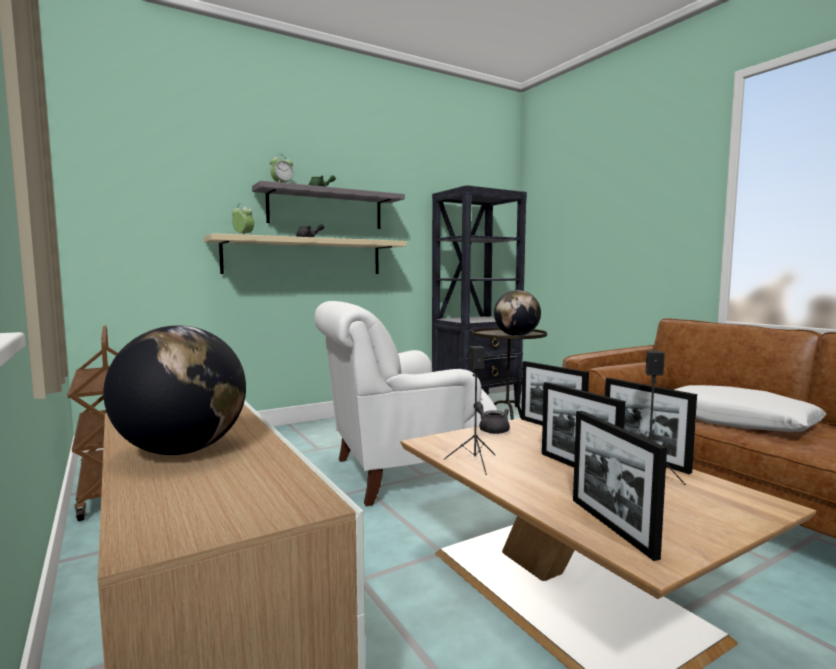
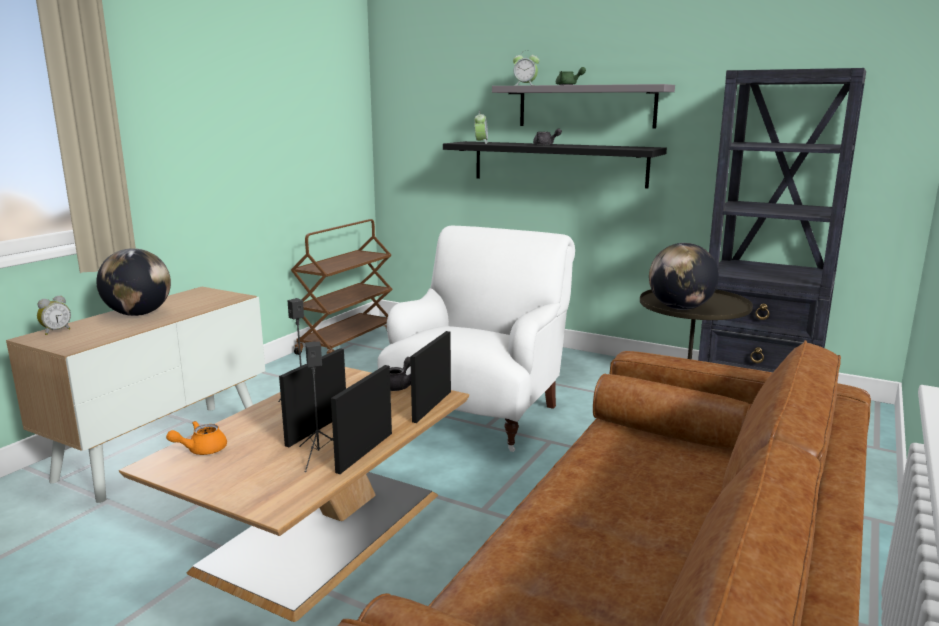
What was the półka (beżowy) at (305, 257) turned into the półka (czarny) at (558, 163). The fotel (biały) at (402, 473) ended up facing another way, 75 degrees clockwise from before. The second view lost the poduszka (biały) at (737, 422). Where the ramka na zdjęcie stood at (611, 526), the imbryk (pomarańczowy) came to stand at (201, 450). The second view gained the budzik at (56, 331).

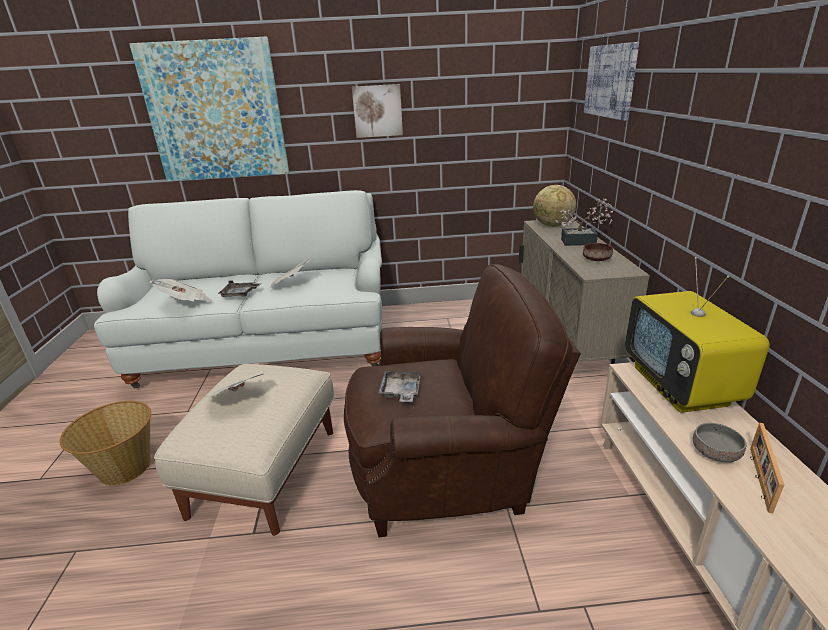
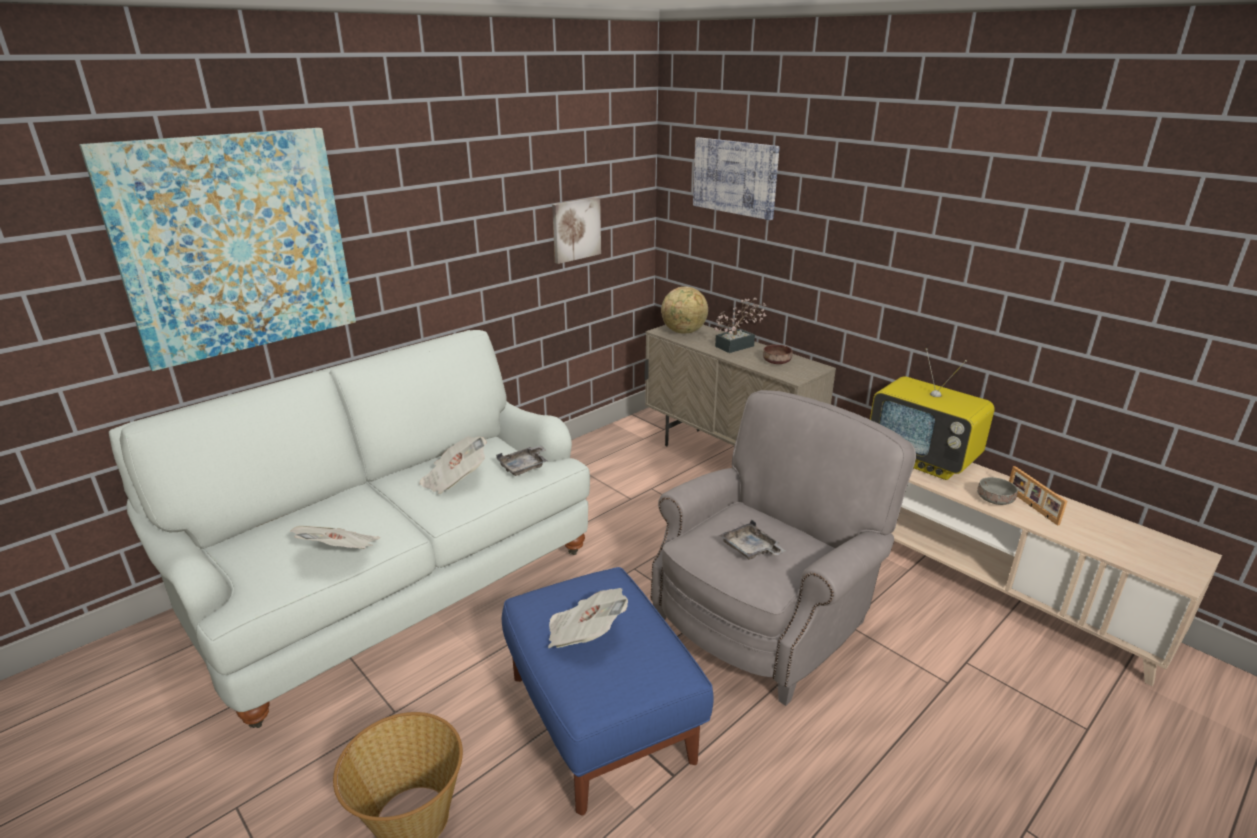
The obraz ended up elsewhere, having gone from (377, 111) to (575, 229). What was the fotel (brązowy) at (449, 467) turned into the fotel (szary) at (767, 616). The taca (szary) ended up elsewhere, having gone from (240, 294) to (524, 467). What was the pufa (beżowy) at (264, 471) turned into the pufa (niebieski) at (600, 717).

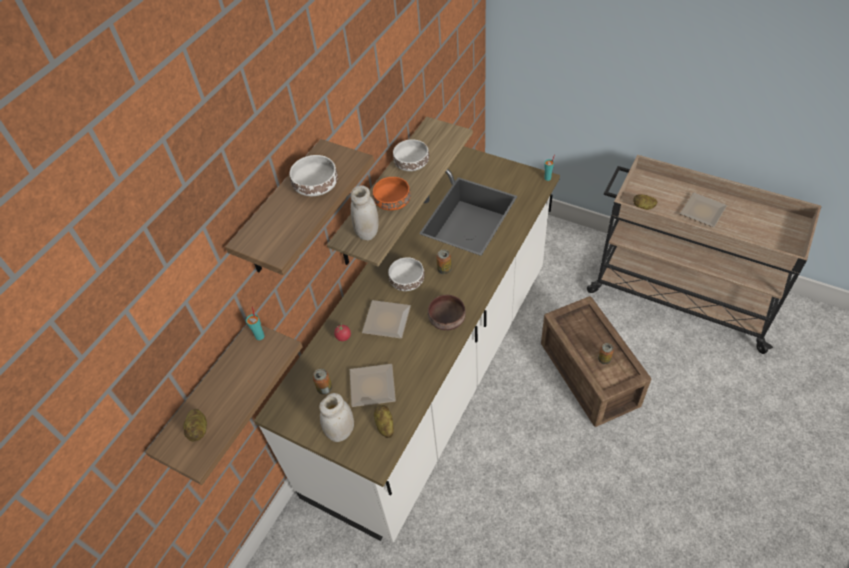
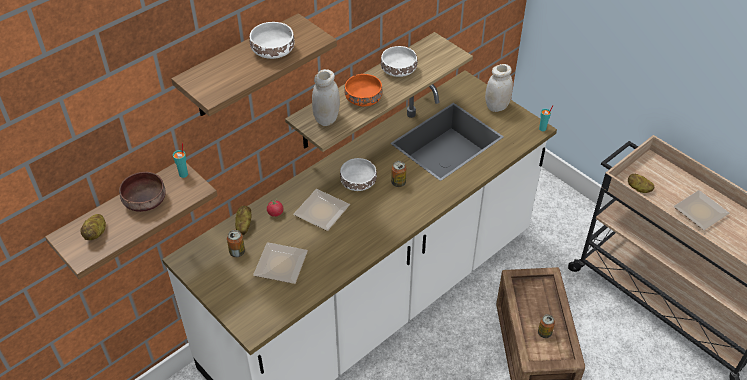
The miska (brązowy) ended up elsewhere, having gone from (447, 318) to (146, 200). The słoik (biały) ended up elsewhere, having gone from (341, 431) to (497, 106). The ziemniak ended up elsewhere, having gone from (384, 425) to (243, 225).

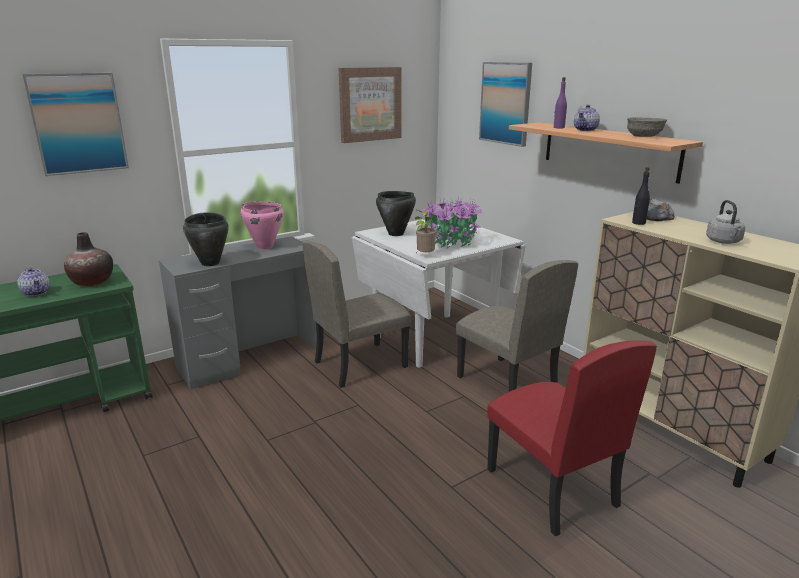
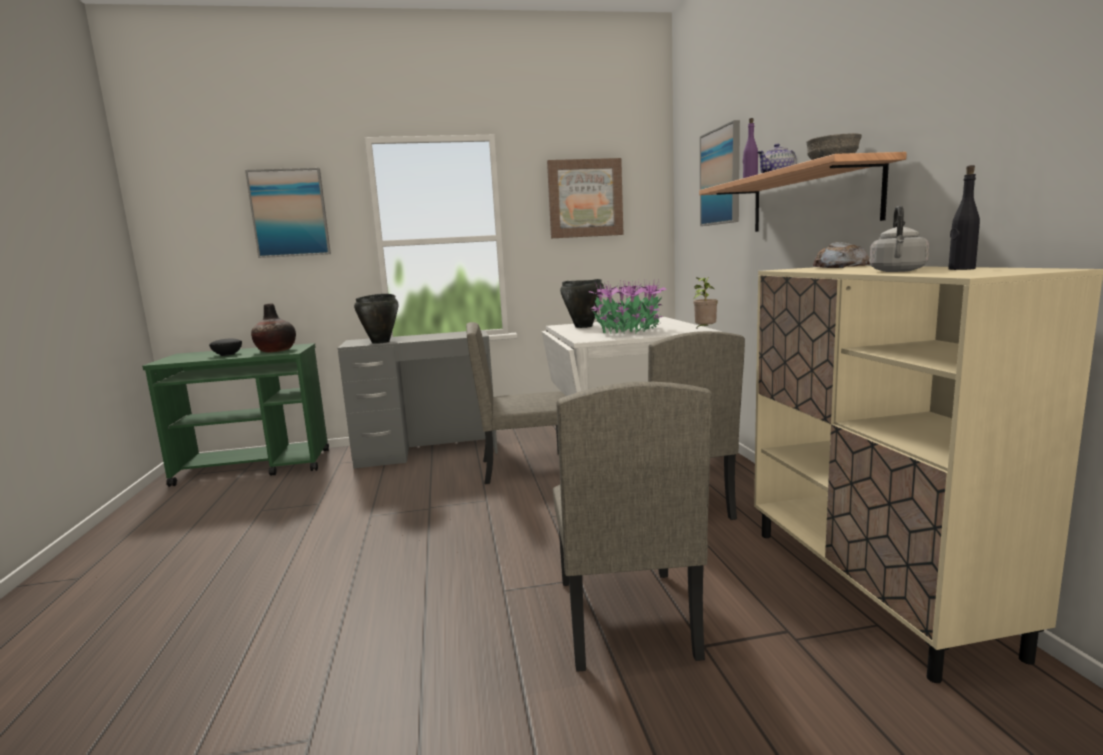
The butelka (czarny) ended up elsewhere, having gone from (638, 223) to (961, 269). The second view lost the garnek (różowy) at (265, 247). The roślina doniczkowa ended up elsewhere, having gone from (424, 256) to (704, 331). Where the imbryk stood at (36, 292), the miska (czarny) came to stand at (228, 354). What was the krzesło (czerwony) at (550, 487) turned into the krzesło (beżowy) at (624, 617).

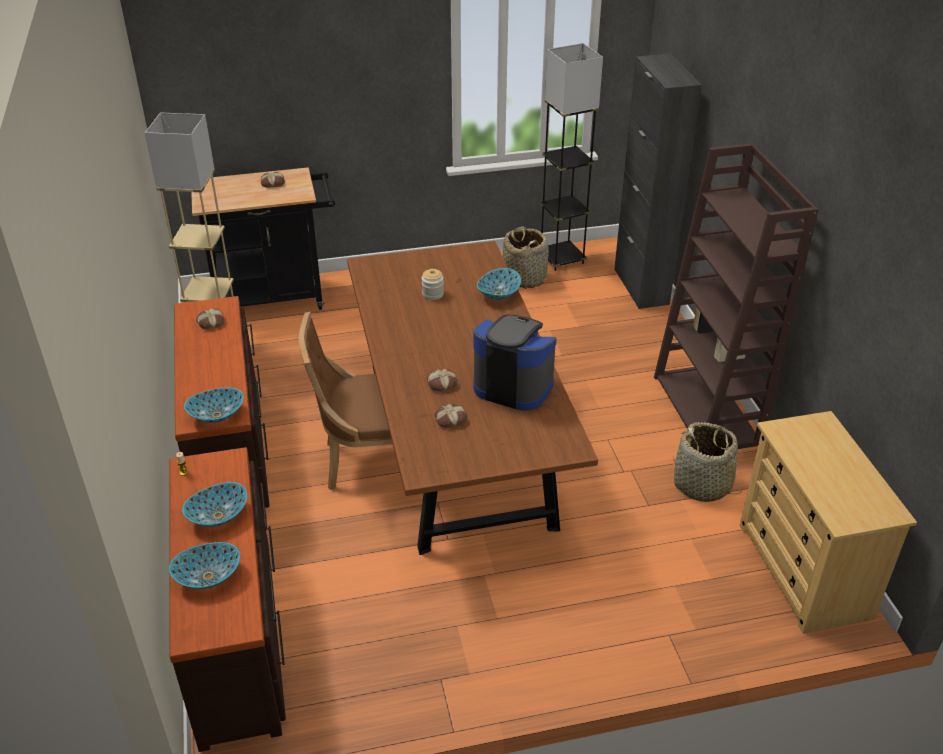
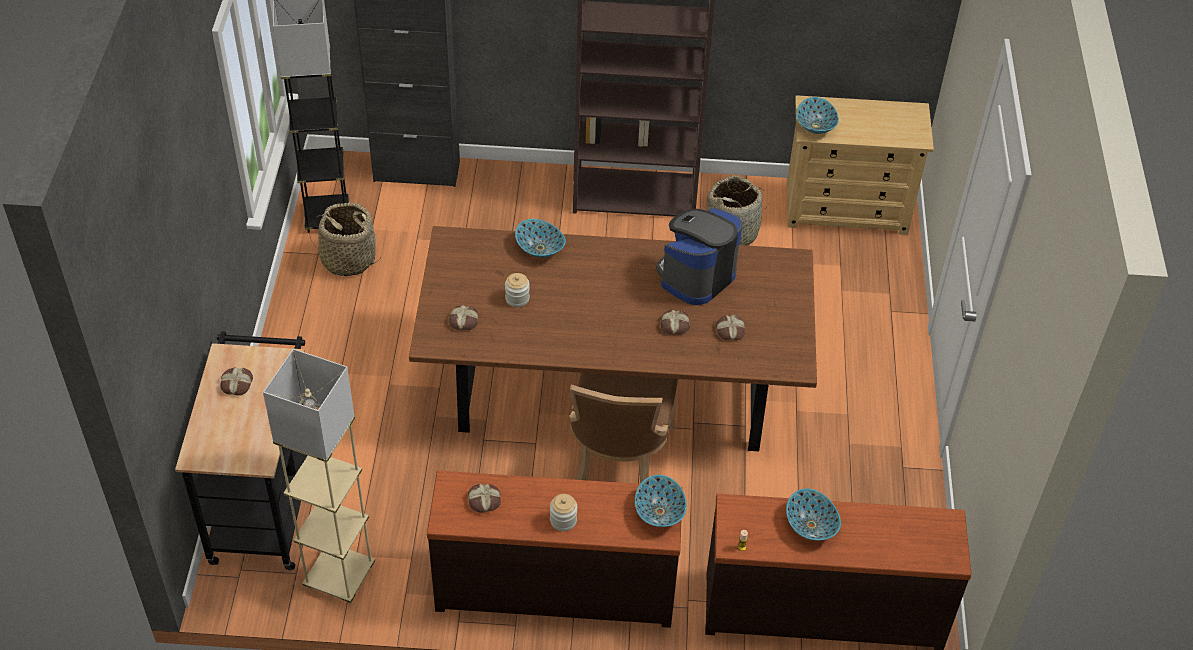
The miska ended up elsewhere, having gone from (208, 577) to (816, 126). The second view gained the chleb at (464, 321). The second view gained the słoik at (563, 520).

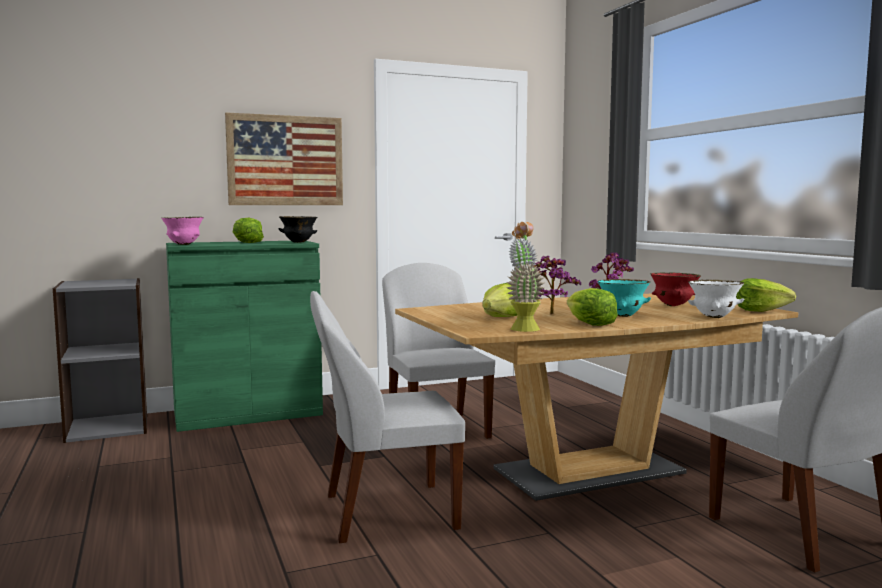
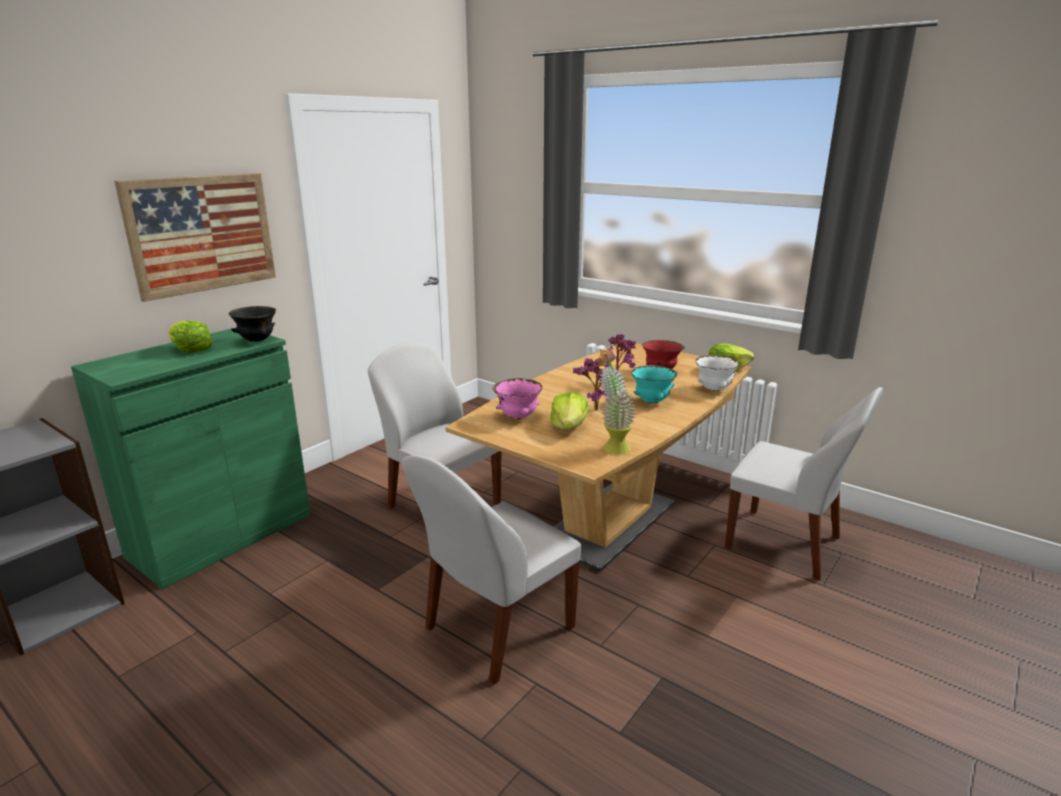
The miska (różowy) ended up elsewhere, having gone from (183, 245) to (518, 417). The second view lost the sałata at (590, 324).

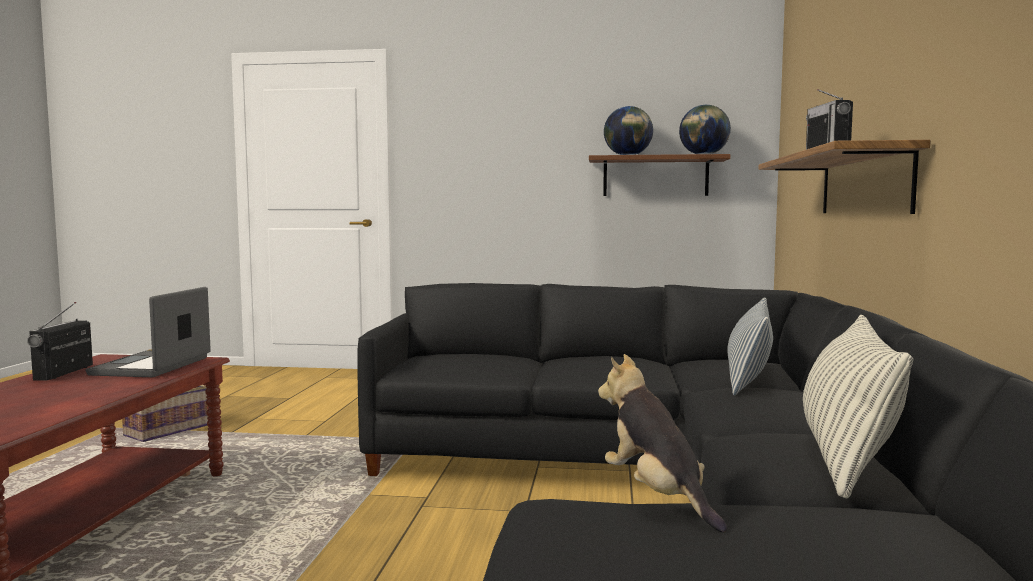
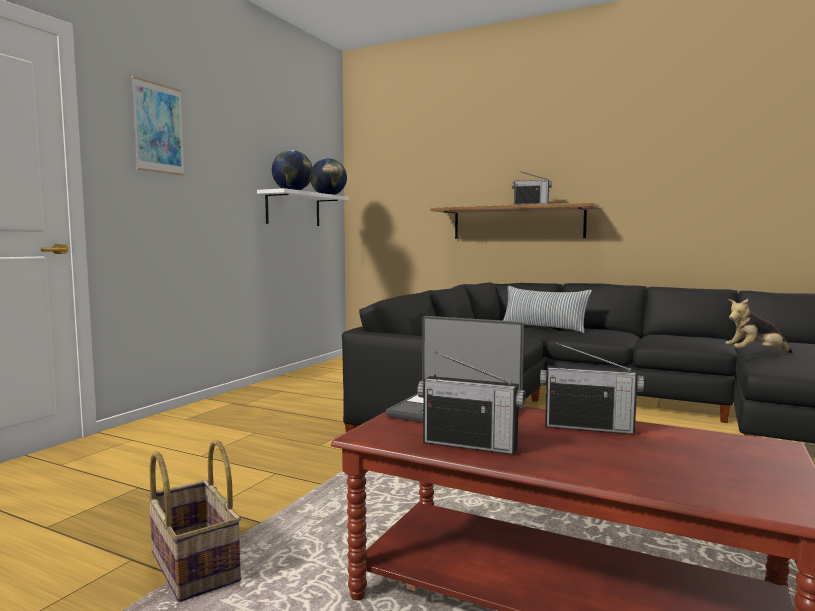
What was the półka (brązowy) at (655, 176) turned into the półka (biały) at (293, 209). The second view lost the poduszka at (847, 456). The second view gained the obraz at (158, 128). The second view gained the radio at (588, 427).

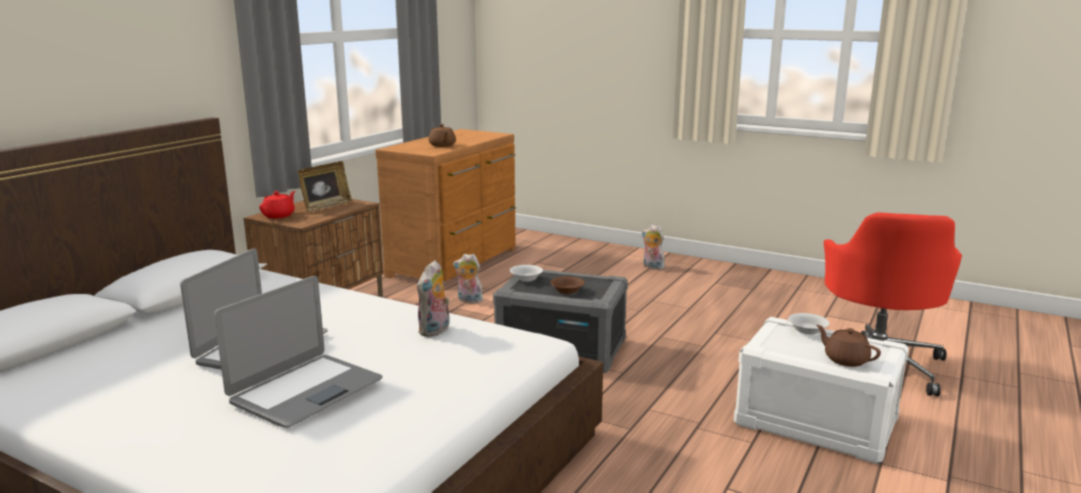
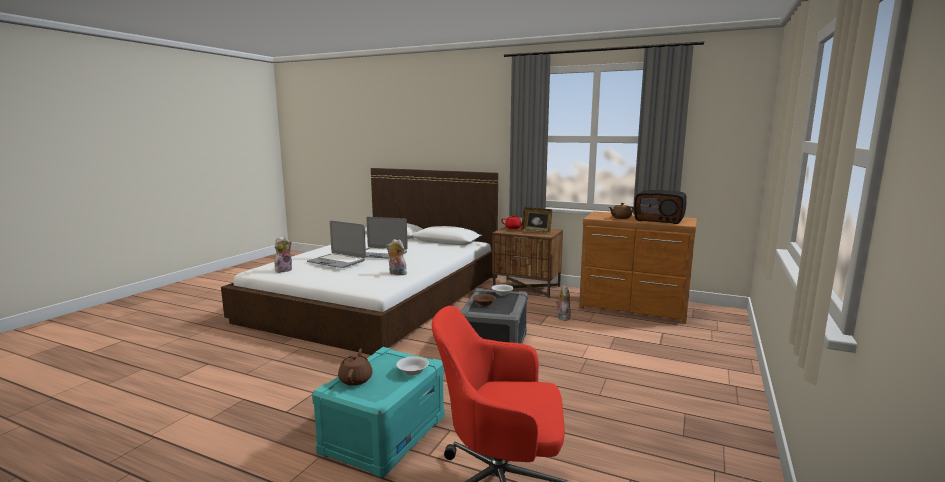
The pluszak ended up elsewhere, having gone from (652, 267) to (283, 270). What was the pojemnik do przechowywania (biały) at (814, 422) turned into the pojemnik do przechowywania (turkusowy) at (383, 434). The imbryk (brązowy) at (845, 360) ended up facing another way, 45 degrees counterclockwise from before. The second view gained the radio at (659, 220).

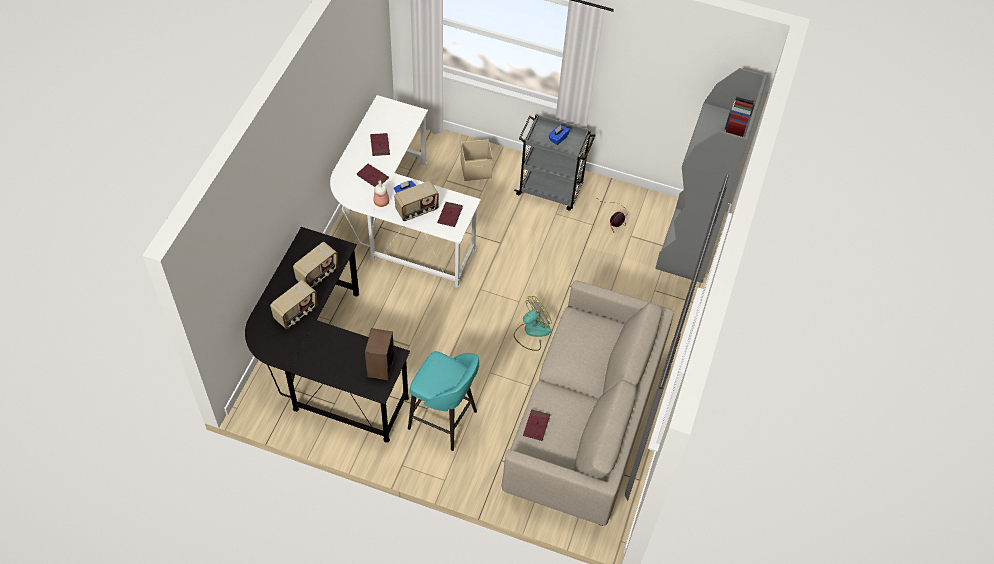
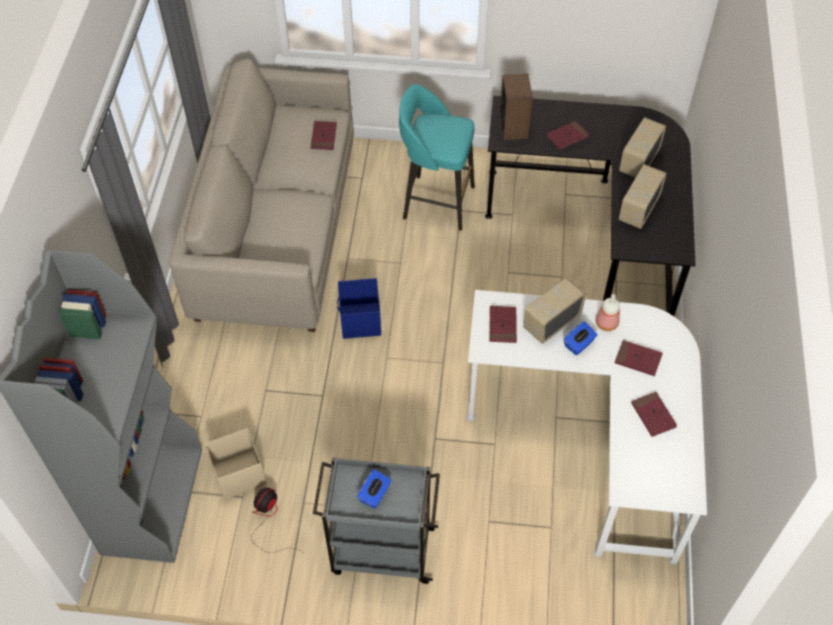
The pojemnik do przechowywania (beżowy) ended up elsewhere, having gone from (476, 170) to (238, 475). Where the wentylator stood at (531, 332), the pojemnik do przechowywania (niebieski) came to stand at (360, 321). The second view gained the książka (czerwony) at (567, 136).

